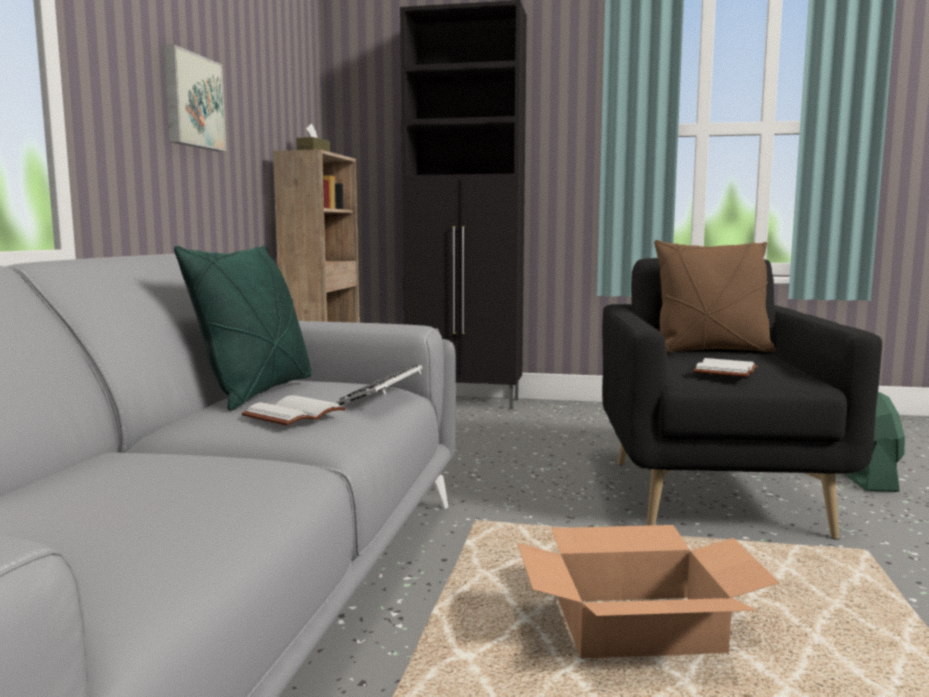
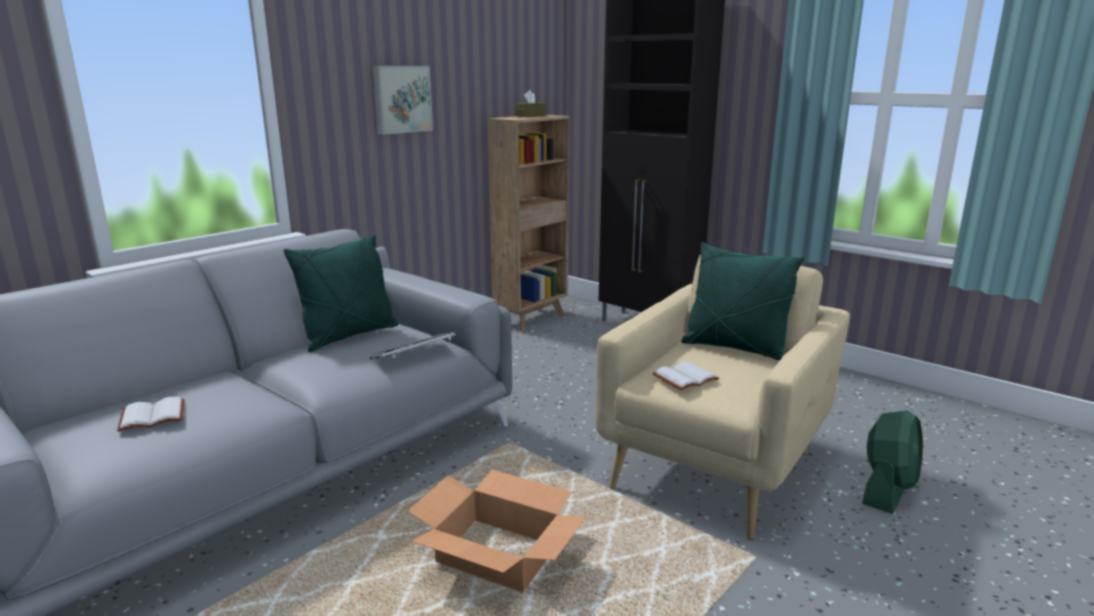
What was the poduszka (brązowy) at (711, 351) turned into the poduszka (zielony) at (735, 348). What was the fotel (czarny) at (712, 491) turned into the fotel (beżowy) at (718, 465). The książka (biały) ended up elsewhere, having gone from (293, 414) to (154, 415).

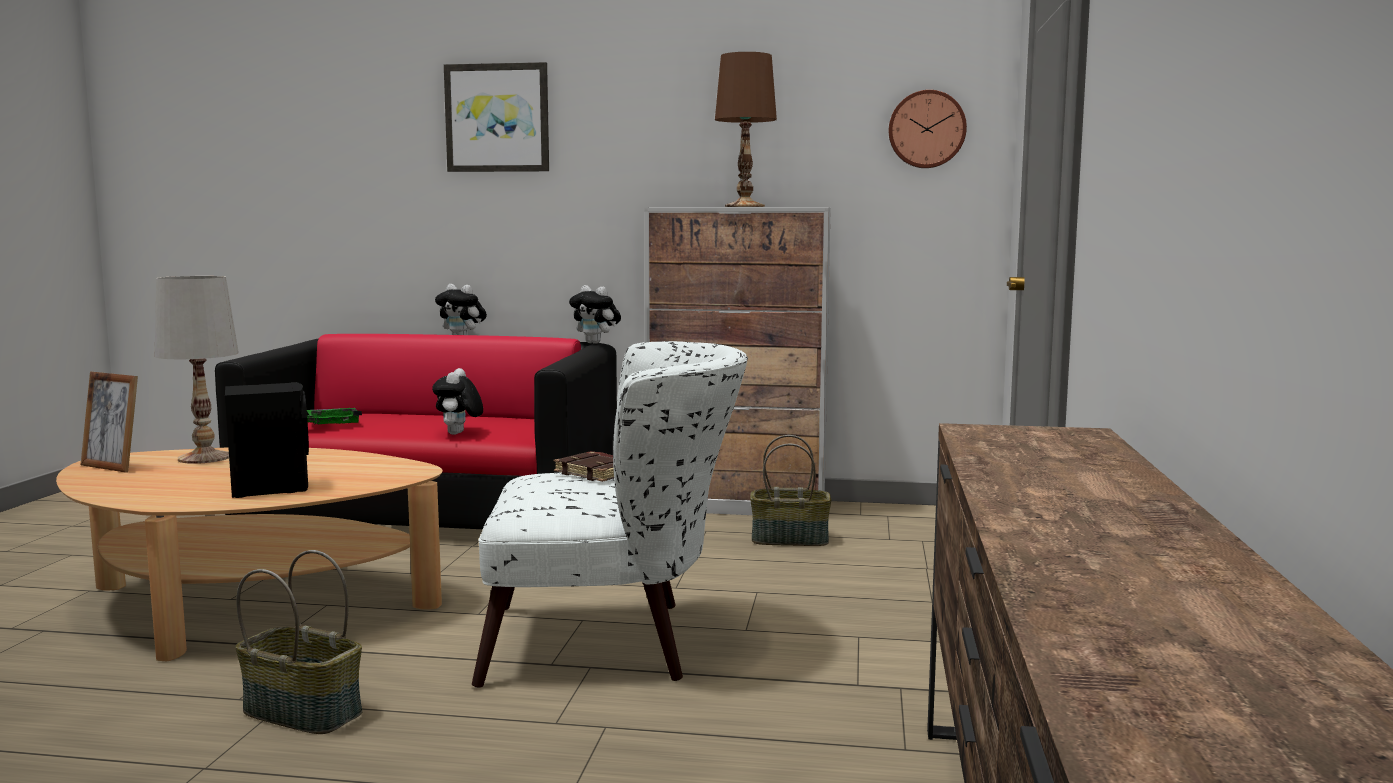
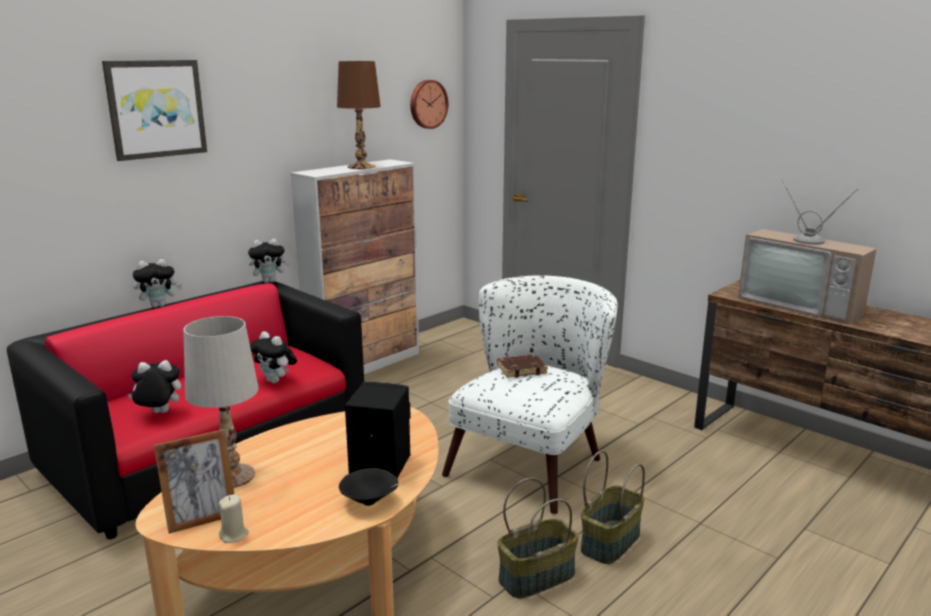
Where the taca (zielony) stood at (331, 424), the pluszak came to stand at (158, 413). The koszyk ended up elsewhere, having gone from (790, 539) to (609, 541). The second view gained the telewizor at (803, 305). The second view gained the miska (czarny) at (370, 502). The second view gained the świeca (beżowy) at (234, 535).

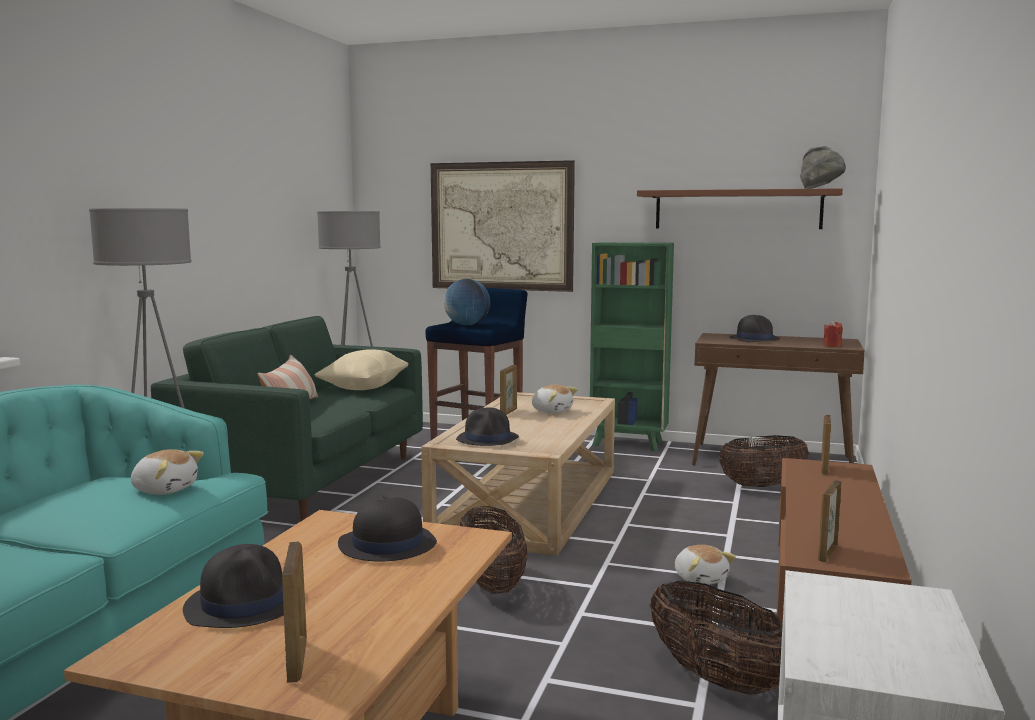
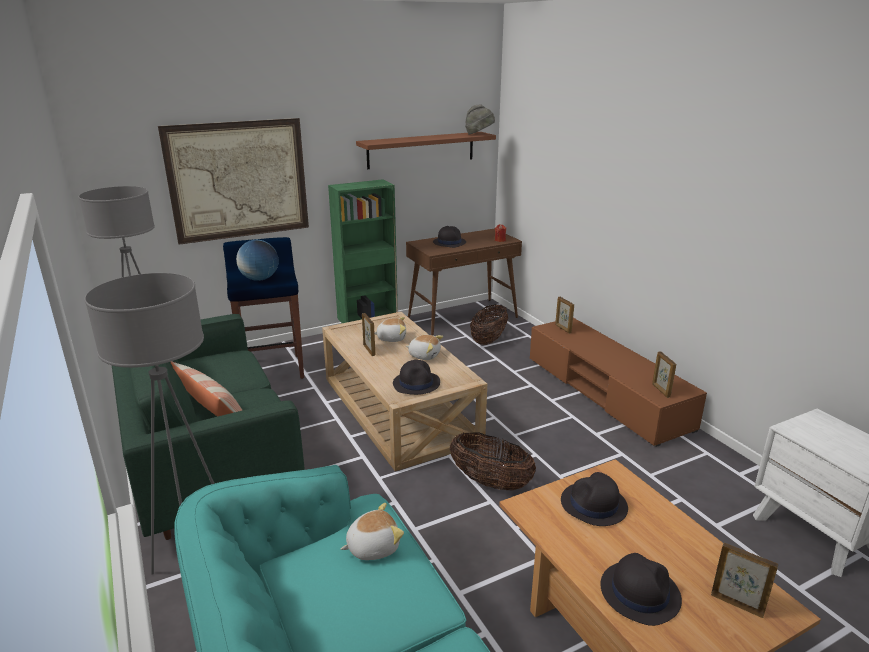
The second view lost the poduszka (beżowy) at (363, 388). The pluszak ended up elsewhere, having gone from (700, 579) to (424, 355). The second view lost the koszyk at (718, 679).

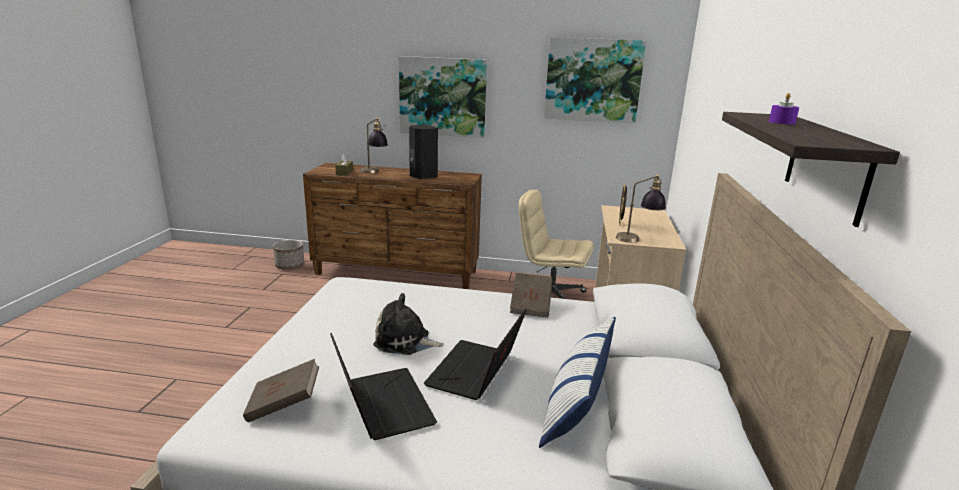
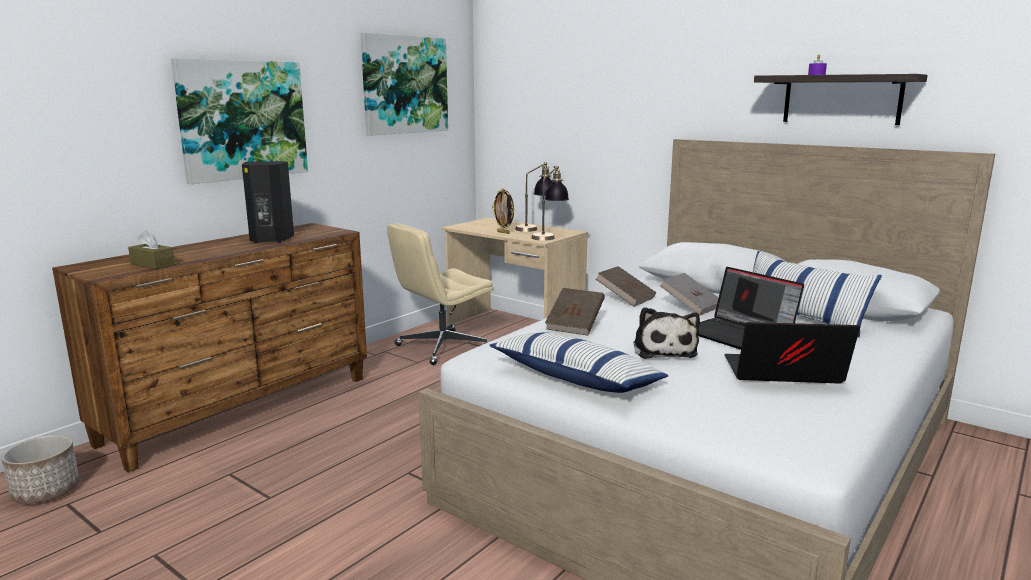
The lampa stołowa ended up elsewhere, having gone from (374, 172) to (535, 228). The pluszak at (405, 341) ended up facing another way, 45 degrees counterclockwise from before. The książka (brązowy) ended up elsewhere, having gone from (284, 405) to (575, 325). The second view gained the książka (szary) at (690, 307). The second view gained the poduszka at (576, 379).

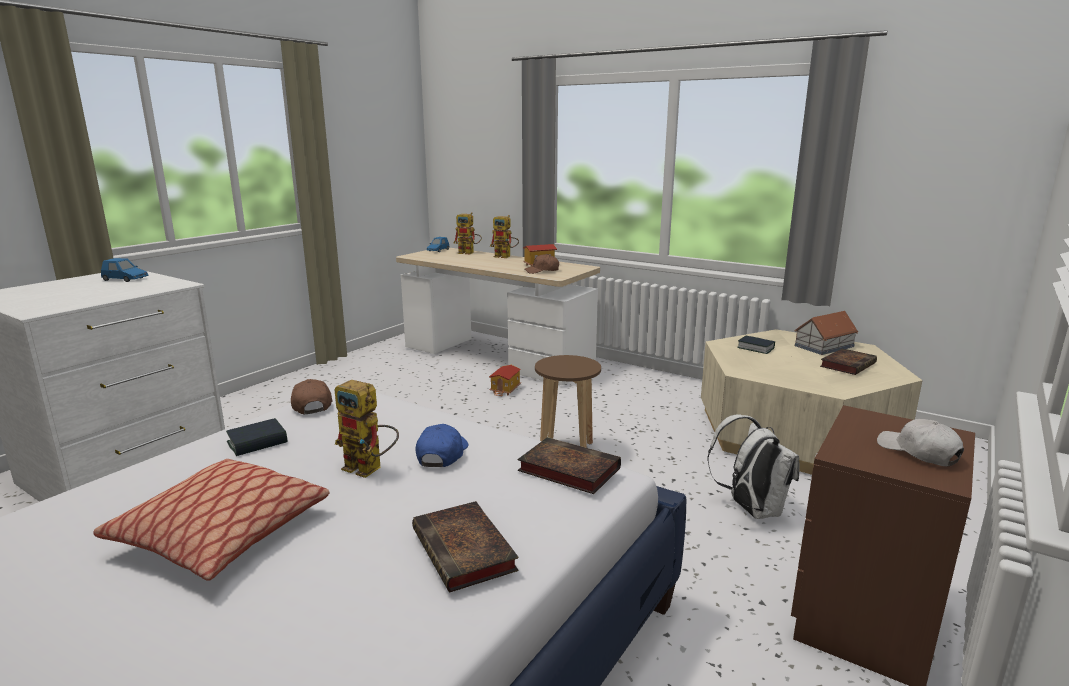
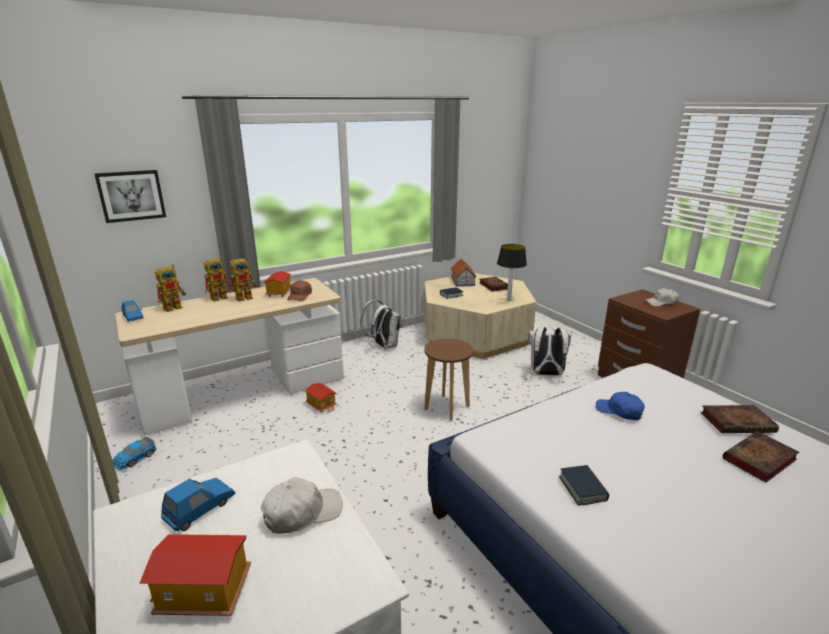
The second view lost the czapka z daszkiem (brązowy) at (311, 405). The robot zabawkowy ended up elsewhere, having gone from (370, 469) to (247, 297). The książka ended up elsewhere, having gone from (566, 470) to (759, 460). The second view lost the poduszka at (222, 533). The second view gained the obraz at (131, 195). The second view gained the lampa stołowa at (508, 299). The second view gained the plecak (biały) at (384, 345). The second view gained the samochodzik at (135, 458). The second view gained the czapka z daszkiem (biały) at (302, 513). The second view gained the domek at (203, 595).

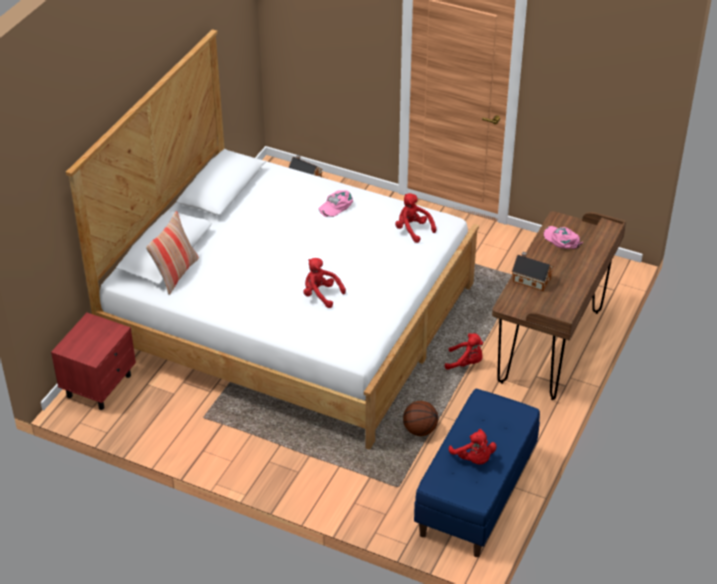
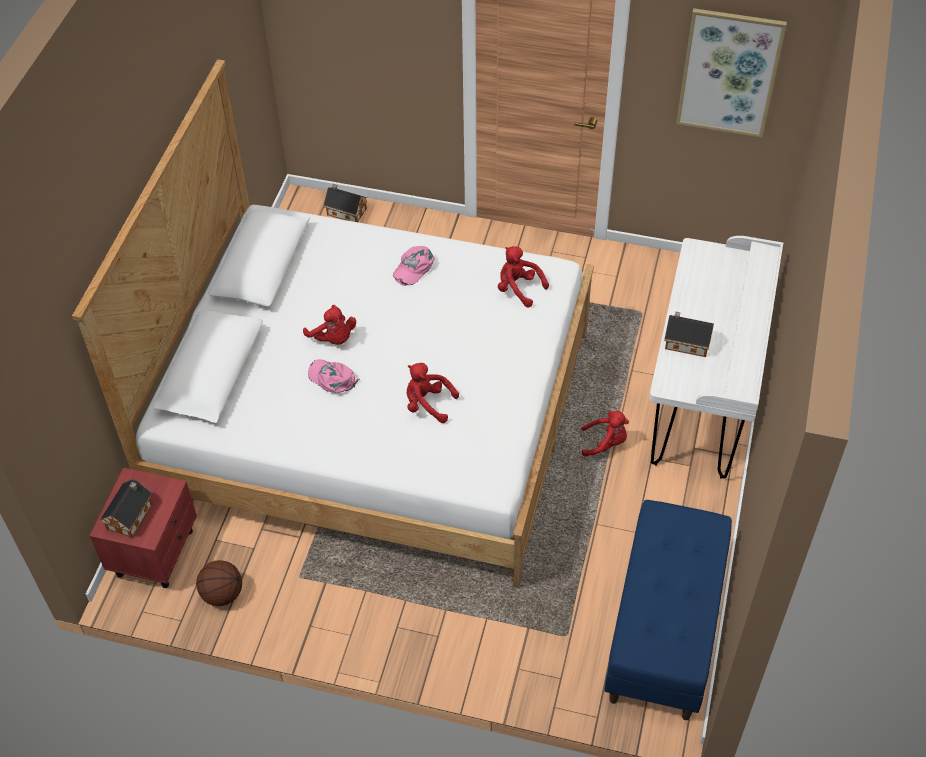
The second view lost the poduszka at (175, 274). What was the biurko (brązowy) at (551, 347) turned into the biurko (biały) at (702, 404). The czapka z daszkiem (różowy) ended up elsewhere, having gone from (561, 240) to (332, 378). The piłka do koszykówki ended up elsewhere, having gone from (419, 430) to (222, 594). The pluszak (czerwony) ended up elsewhere, having gone from (473, 459) to (333, 338). The second view gained the obraz at (729, 73). The second view gained the domek at (131, 515).

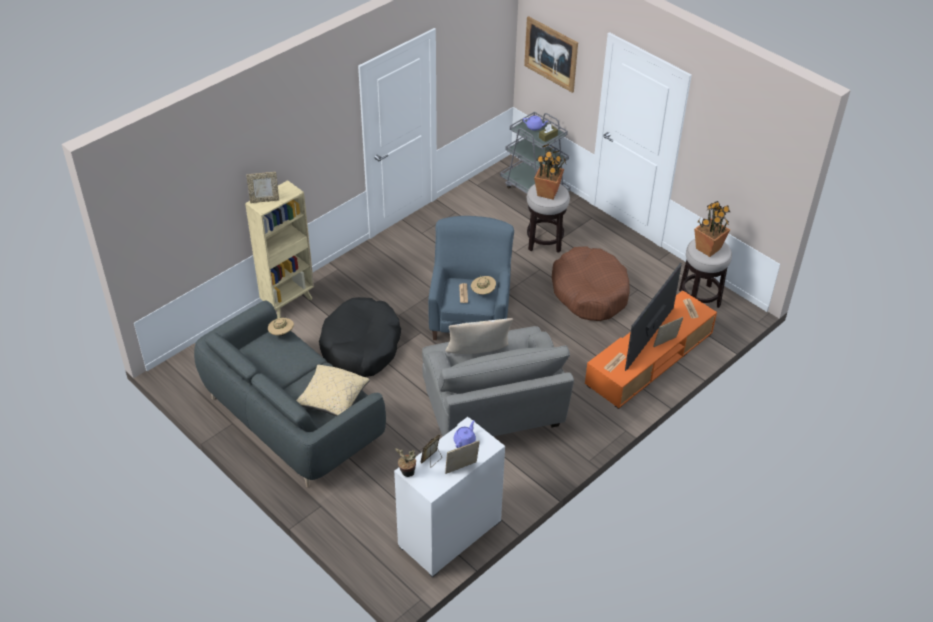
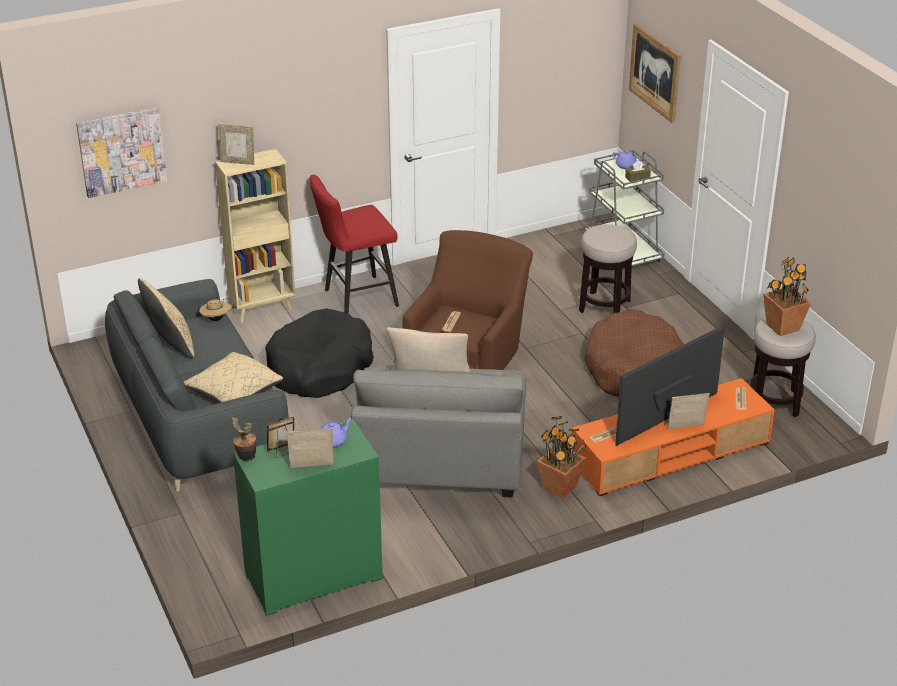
The roślina doniczkowa ended up elsewhere, having gone from (548, 192) to (560, 487). What was the fotel (niebieski) at (470, 314) turned into the fotel (brązowy) at (469, 361). The second view lost the kapelusz (beżowy) at (483, 292). What was the szafka (biały) at (450, 534) turned into the szafka (zielony) at (313, 577). The second view gained the obraz at (122, 151). The second view gained the stołek (czerwony) at (355, 298). The second view gained the poduszka (beżowy) at (171, 345).

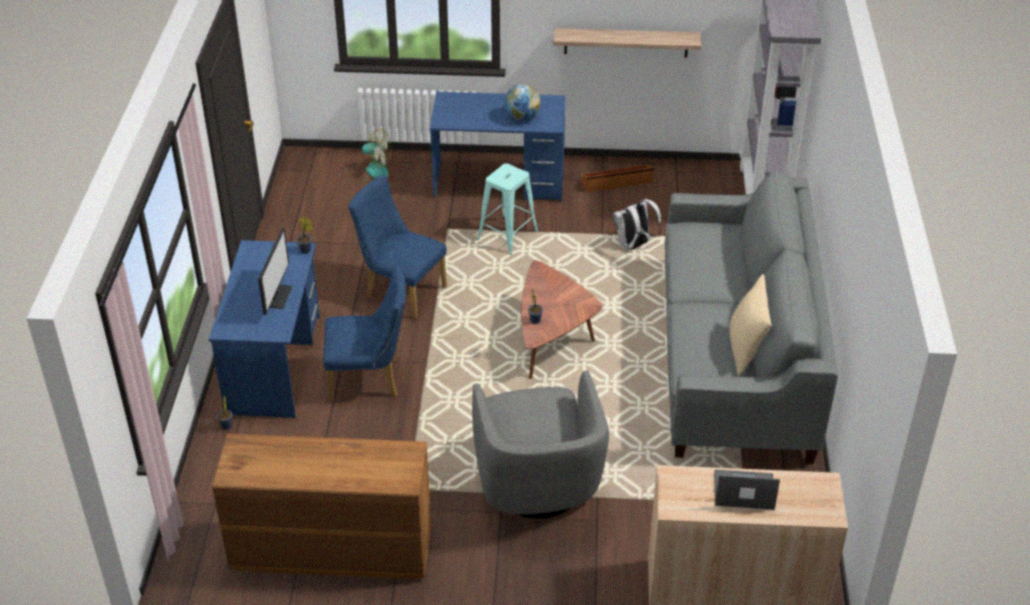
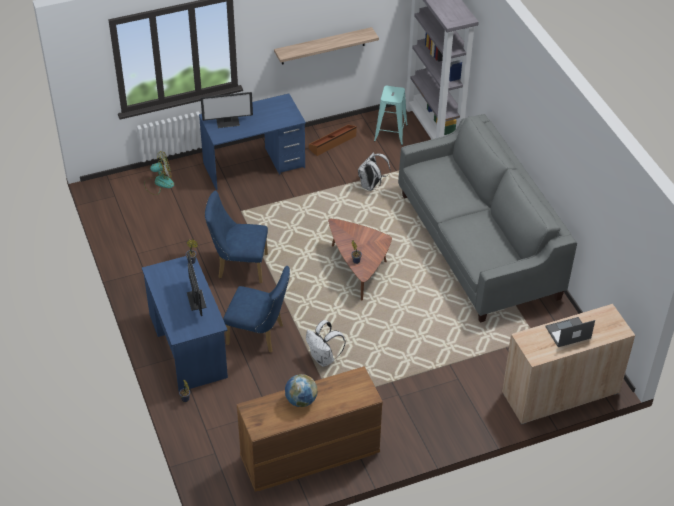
The globus ended up elsewhere, having gone from (522, 117) to (301, 400). The stołek (turkusowy) ended up elsewhere, having gone from (507, 235) to (390, 133). The krzesło (niebieski) at (370, 380) ended up facing another way, 45 degrees clockwise from before. The second view lost the poduszka (beżowy) at (746, 349). The second view lost the fotel (szary) at (537, 485). The second view gained the monitor at (228, 122). The second view gained the plecak (biały) at (324, 359).

